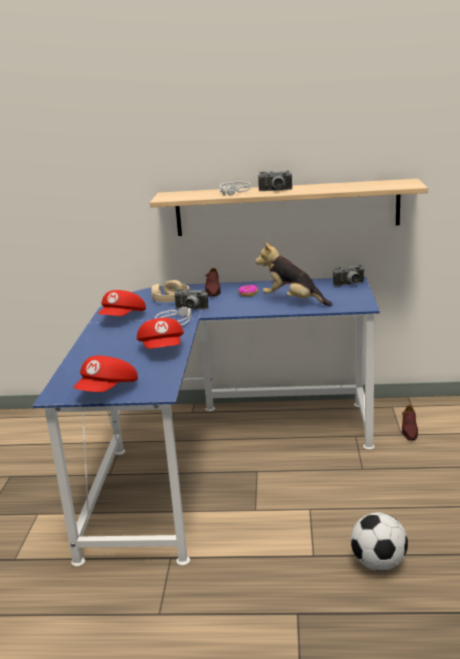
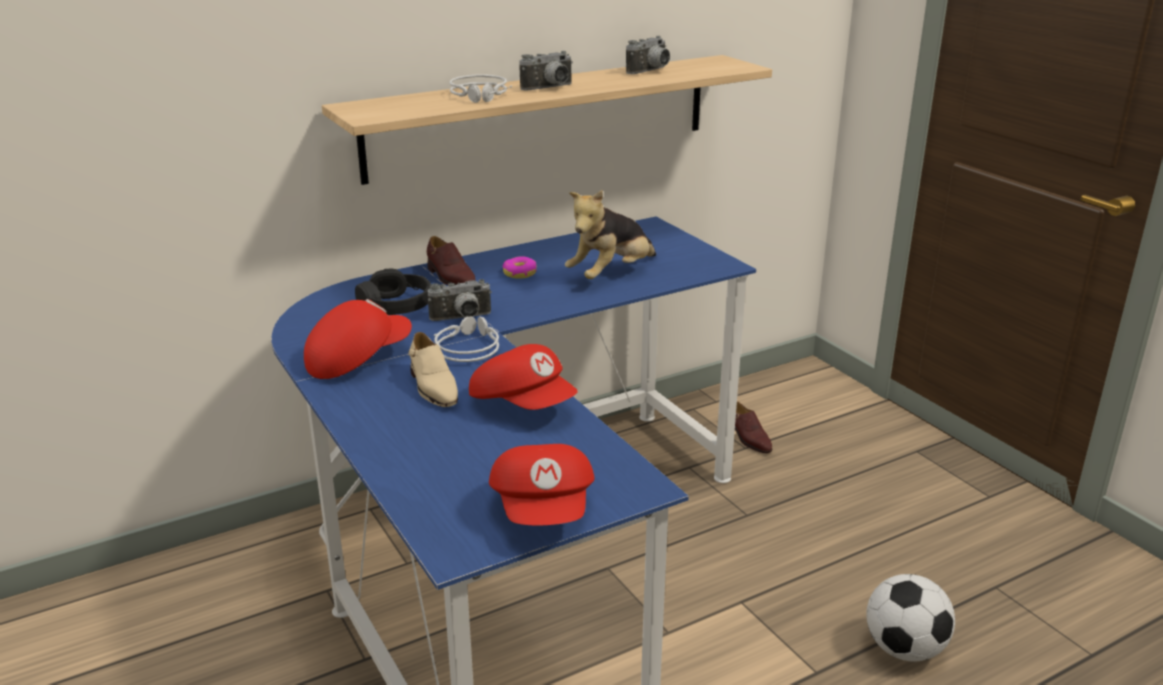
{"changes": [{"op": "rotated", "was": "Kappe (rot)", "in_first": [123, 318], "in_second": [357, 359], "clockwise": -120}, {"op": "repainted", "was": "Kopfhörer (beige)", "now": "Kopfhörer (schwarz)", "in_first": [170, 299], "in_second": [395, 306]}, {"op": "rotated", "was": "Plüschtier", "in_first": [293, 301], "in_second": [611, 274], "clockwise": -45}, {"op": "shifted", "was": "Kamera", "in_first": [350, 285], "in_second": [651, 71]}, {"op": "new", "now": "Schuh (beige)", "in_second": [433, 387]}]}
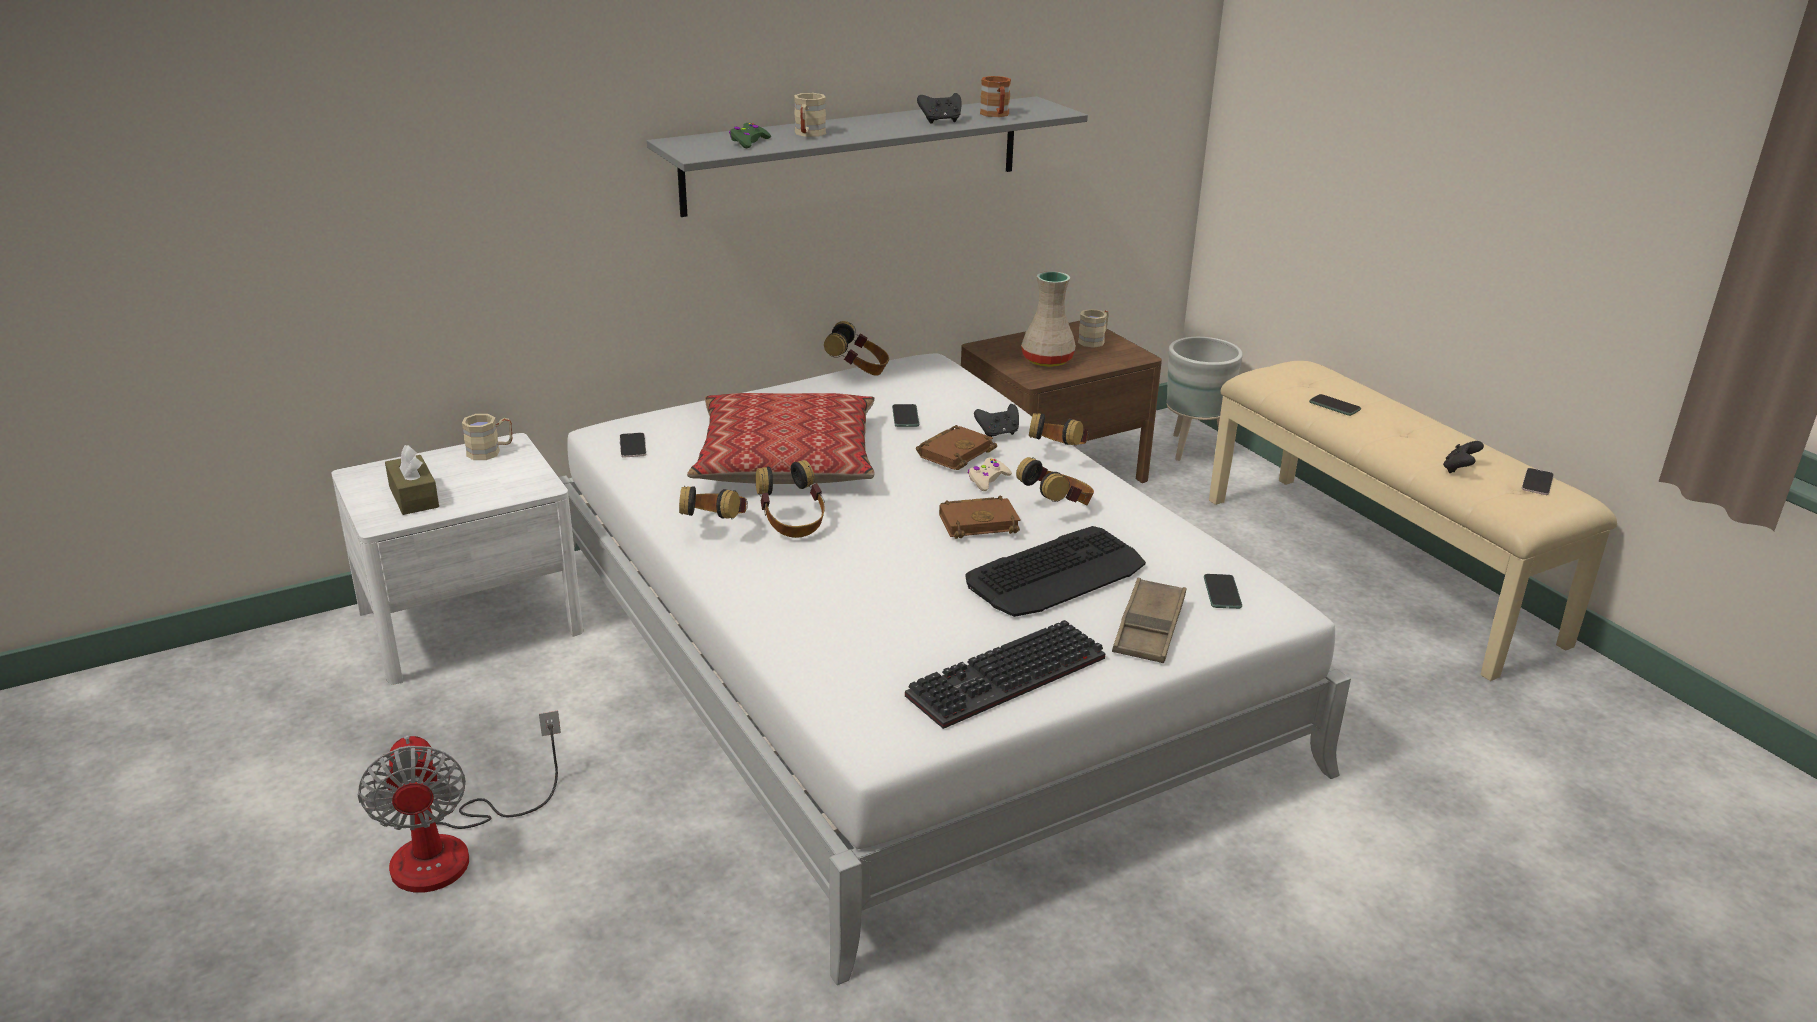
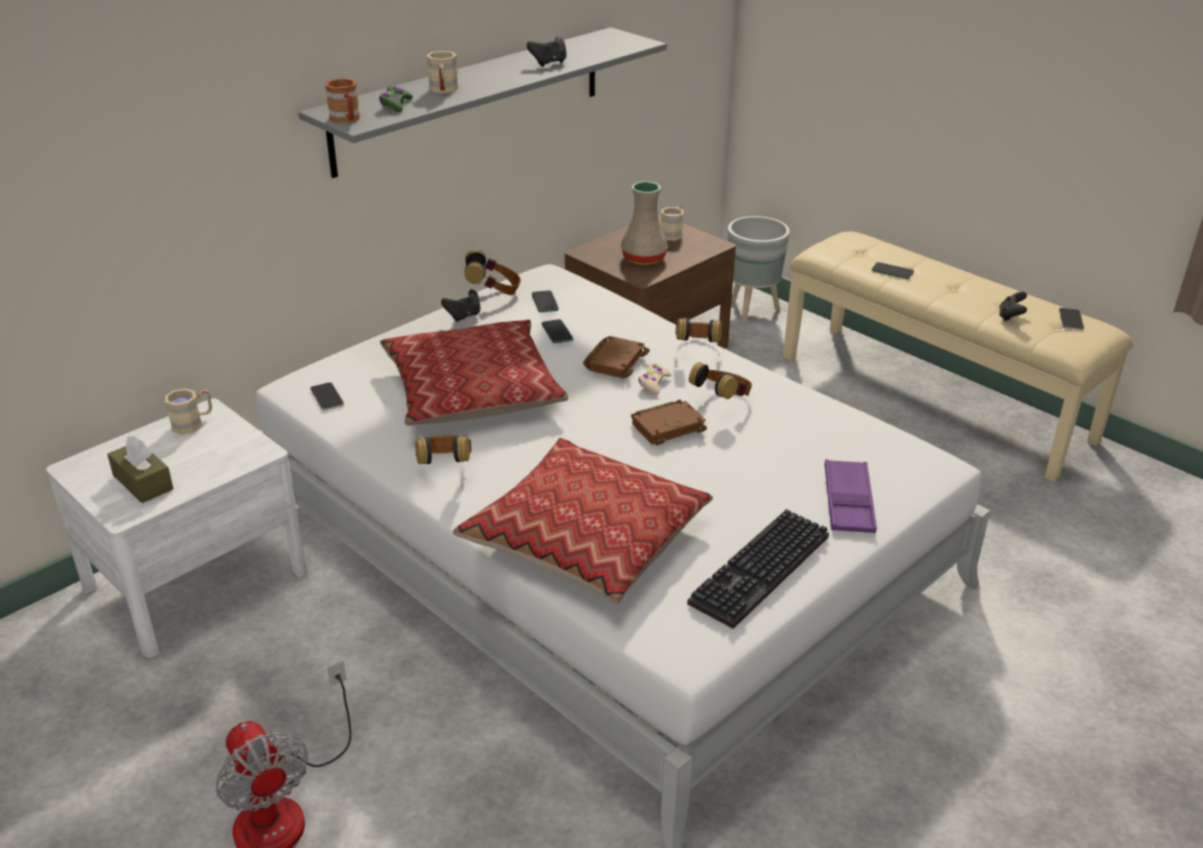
{"changes": [{"op": "gone", "was": "Kopfhörer", "in_first": [792, 524]}, {"op": "gone", "was": "Tastatur", "in_first": [1057, 574]}, {"op": "shifted", "was": "Gamepad (schwarz)", "in_first": [998, 433], "in_second": [463, 316]}, {"op": "shifted", "was": "Henkelbecher (braun)", "in_first": [996, 115], "in_second": [346, 120]}, {"op": "repainted", "was": "Tablett (braun)", "now": "Tablett (lila)", "in_first": [1149, 628], "in_second": [848, 502]}, {"op": "shifted", "was": "Handy", "in_first": [1222, 592], "in_second": [545, 302]}, {"op": "new", "now": "Kissen", "in_second": [585, 536]}]}
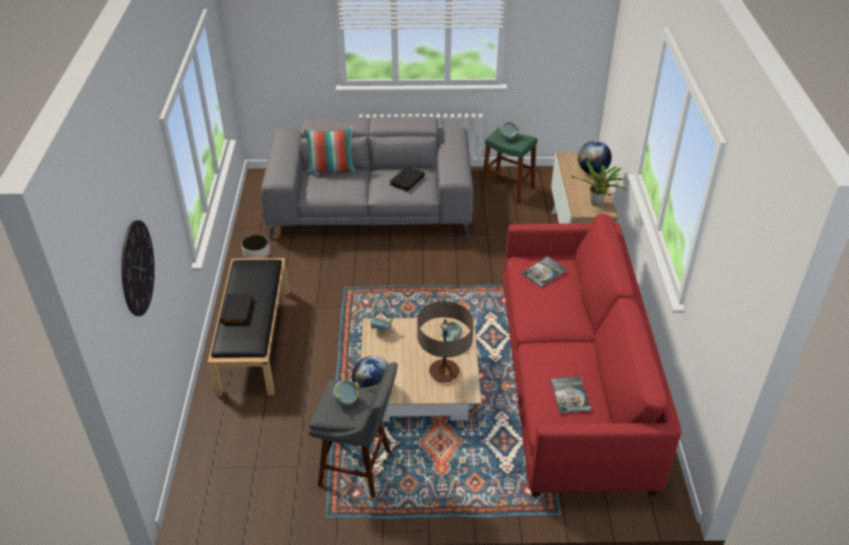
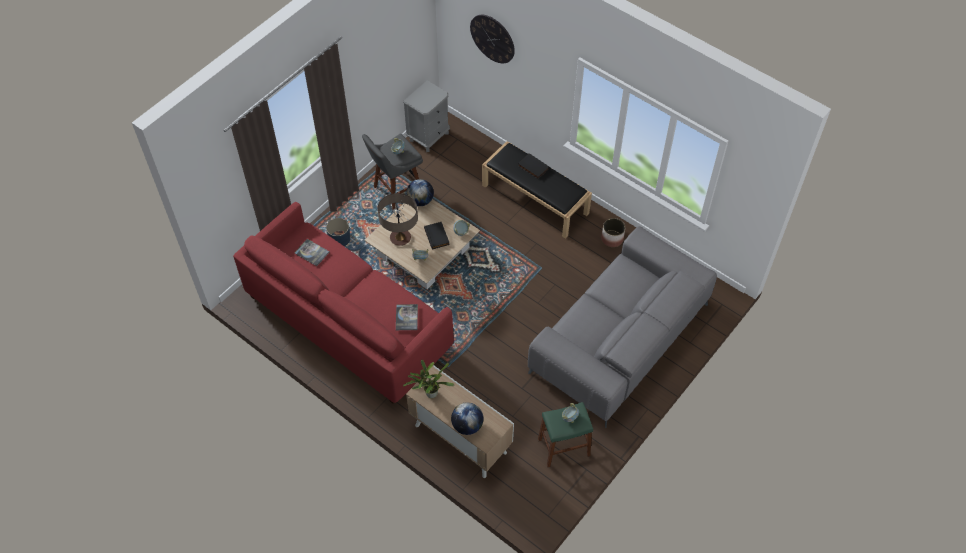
{"changes": [{"op": "gone", "was": "Kissen", "in_first": [331, 169]}, {"op": "shifted", "was": "Buch (schwarz)", "in_first": [406, 180], "in_second": [437, 236]}, {"op": "new", "now": "Pflanzkübel (blau)", "in_second": [339, 238]}, {"op": "new", "now": "Nachttisch (grau)", "in_second": [428, 136]}]}
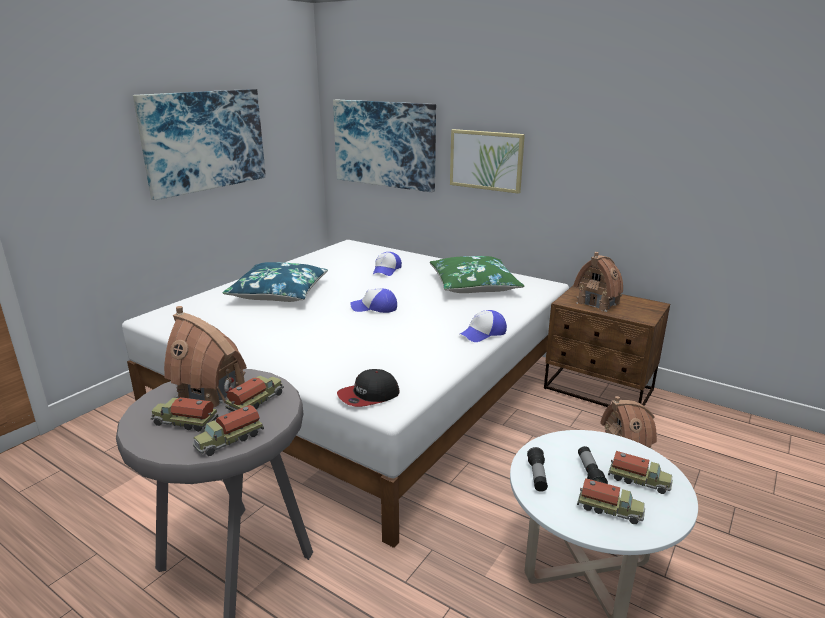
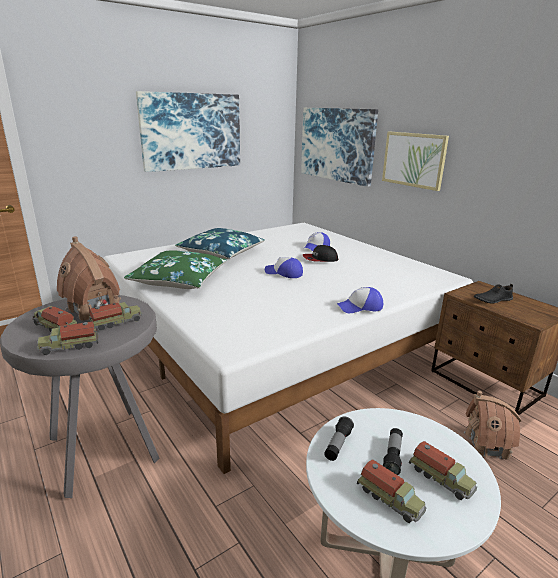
{"changes": [{"op": "shifted", "was": "Kappe", "in_first": [368, 396], "in_second": [320, 259]}, {"op": "shifted", "was": "Kissen (grün)", "in_first": [474, 285], "in_second": [179, 279]}, {"op": "swapped", "was": "Spielzeughaus", "now": "Schuh (schwarz)", "in_first": [598, 303], "in_second": [492, 300]}]}
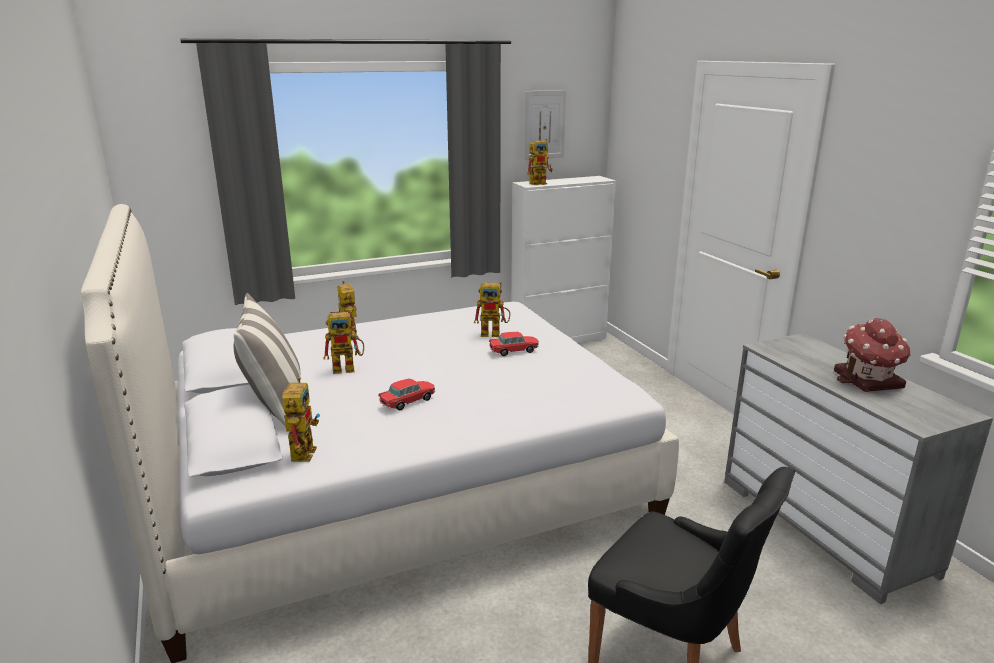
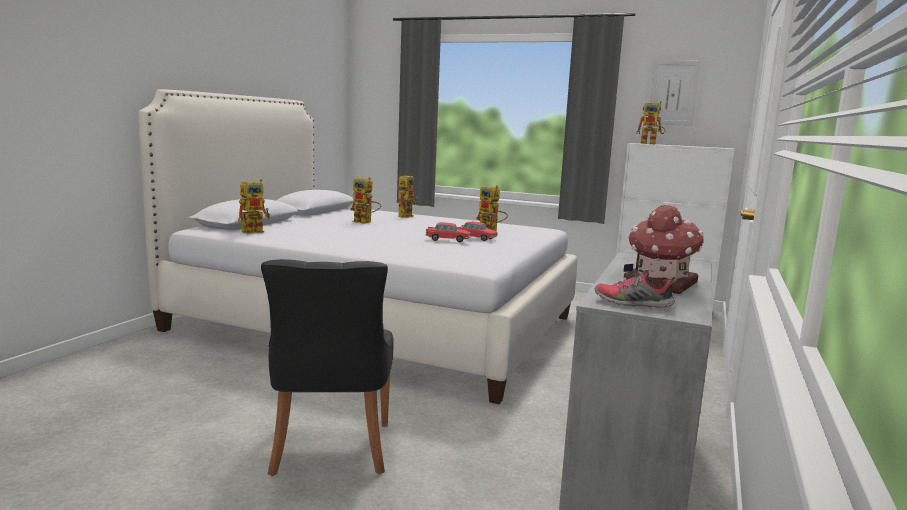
{"changes": [{"op": "gone", "was": "Kissen", "in_first": [275, 408]}, {"op": "shifted", "was": "Spielzeugauto", "in_first": [408, 401], "in_second": [447, 240]}, {"op": "new", "now": "Schuh", "in_second": [632, 303]}]}
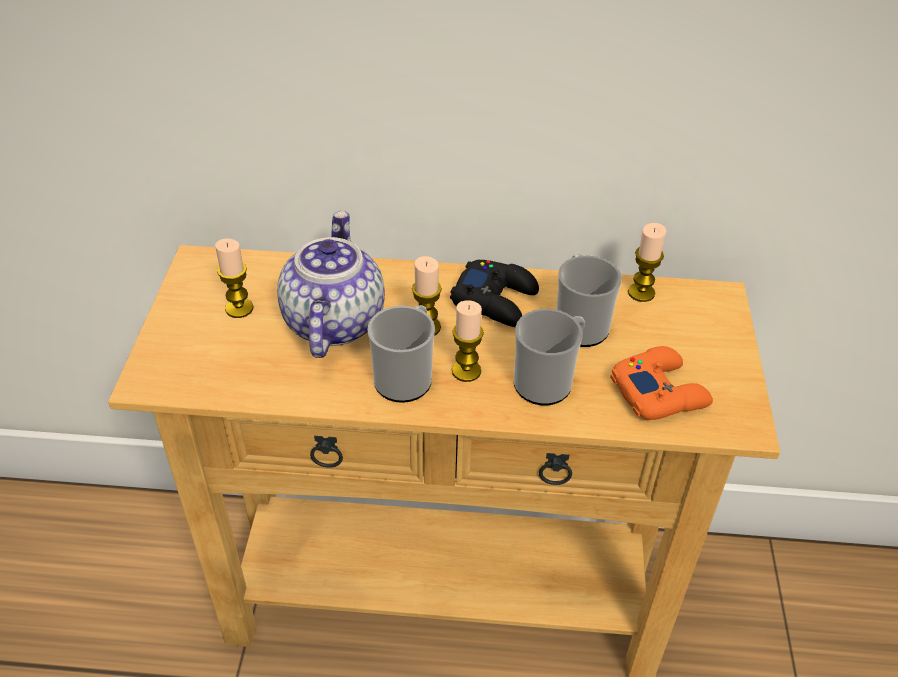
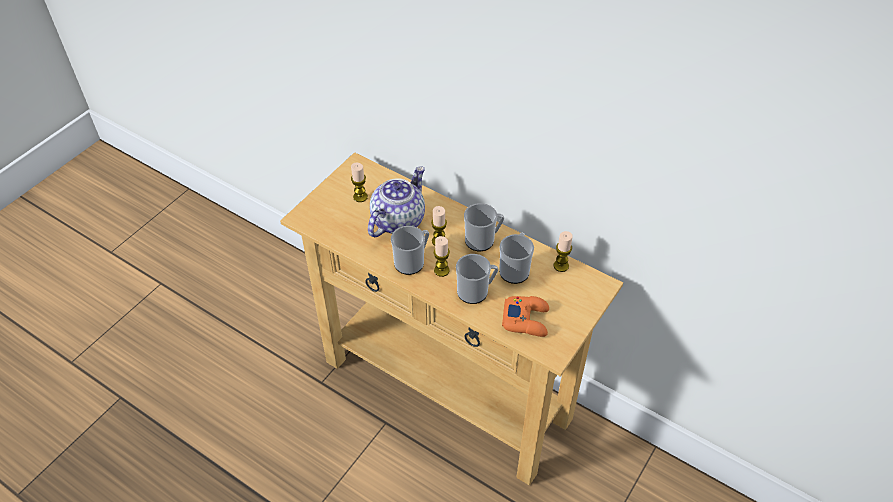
{"changes": [{"op": "swapped", "was": "Gamepad (schwarz)", "now": "Henkelbecher", "in_first": [495, 300], "in_second": [483, 240]}]}
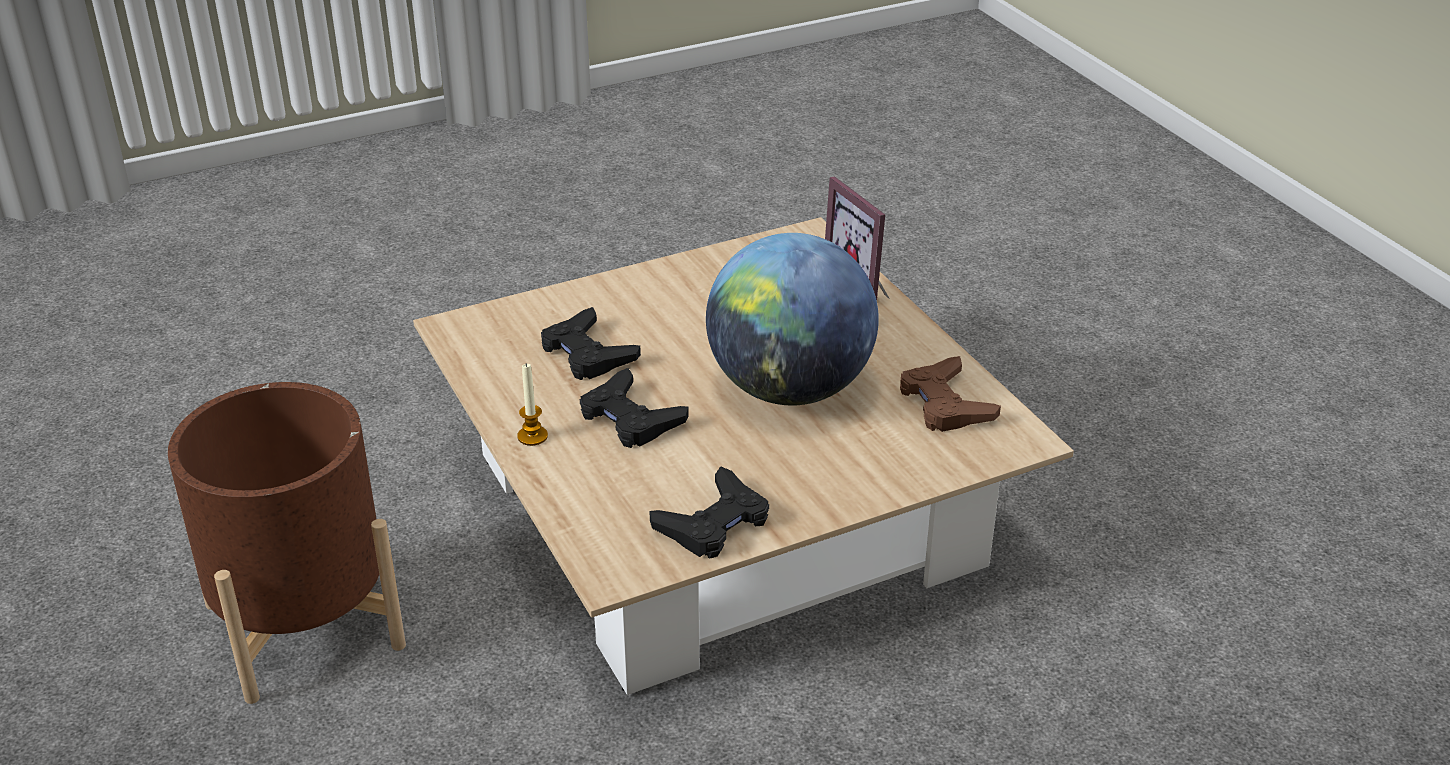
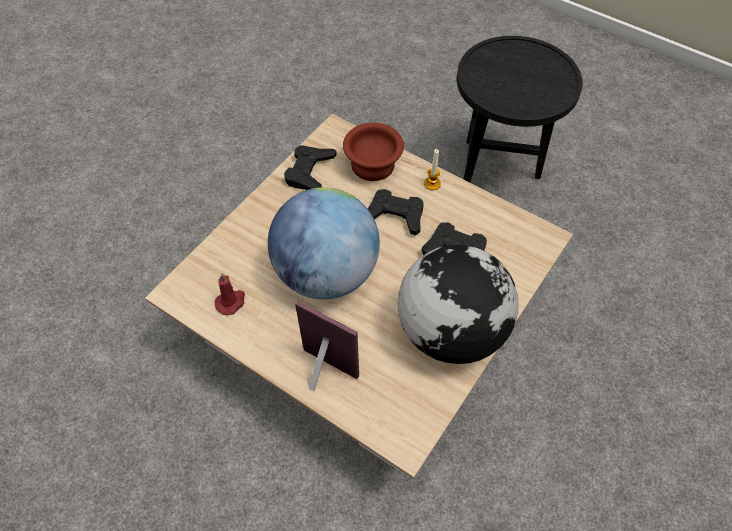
{"changes": [{"op": "swapped", "was": "Pflanzkübel (braun)", "now": "Beistelltisch (schwarz)", "in_first": [304, 625], "in_second": [497, 171]}, {"op": "swapped", "was": "Gamepad (braun)", "now": "Kerze (rot)", "in_first": [945, 404], "in_second": [231, 302]}, {"op": "new", "now": "Schüssel (braun)", "in_second": [373, 164]}, {"op": "new", "now": "Globus", "in_second": [451, 331]}]}
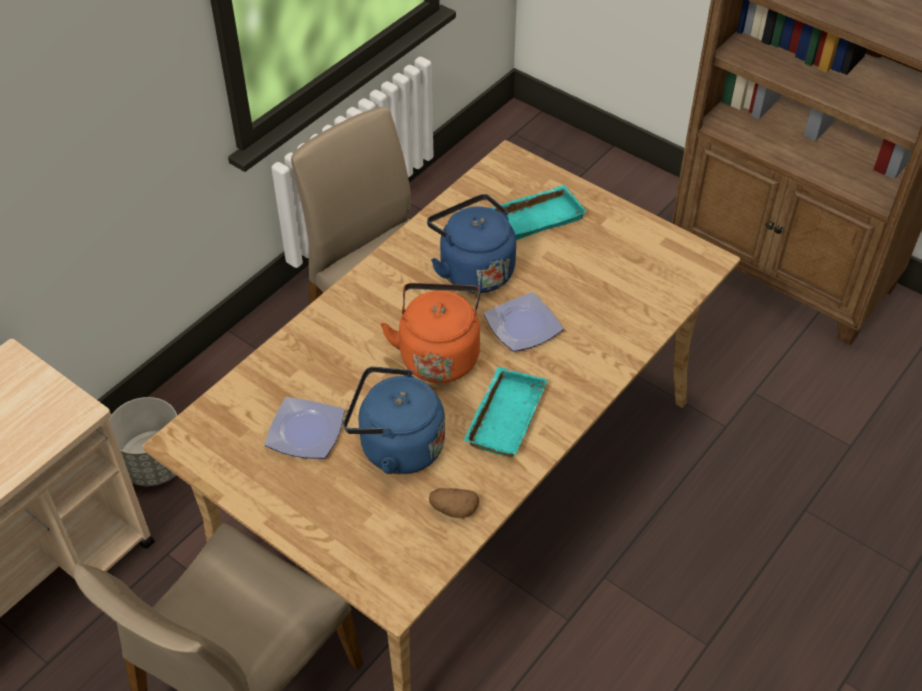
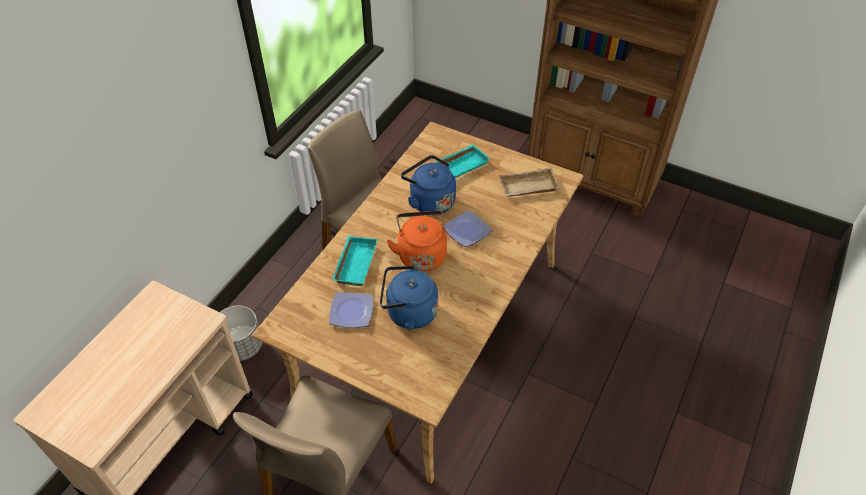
{"changes": [{"op": "gone", "was": "Kartoffel", "in_first": [453, 509]}, {"op": "shifted", "was": "Tablett (türkis)", "in_first": [503, 415], "in_second": [354, 263]}, {"op": "new", "now": "Tablett (beige)", "in_second": [528, 188]}]}
